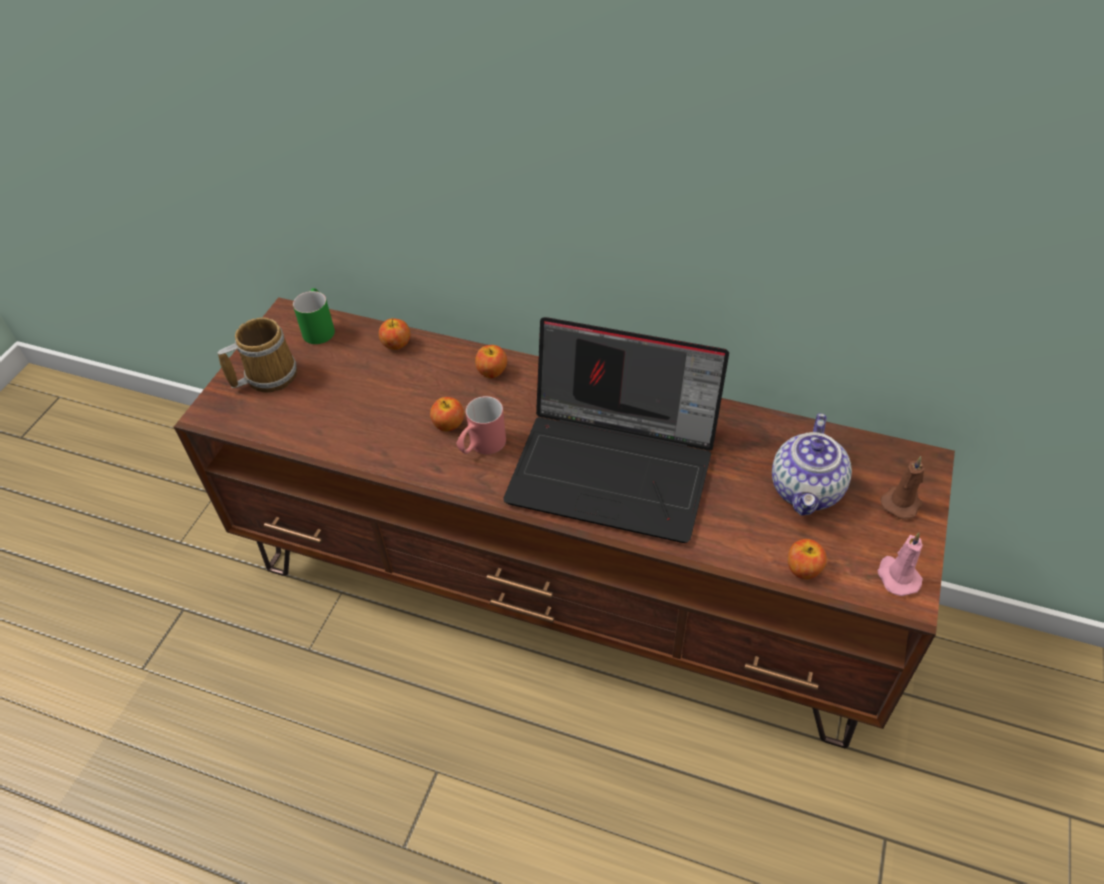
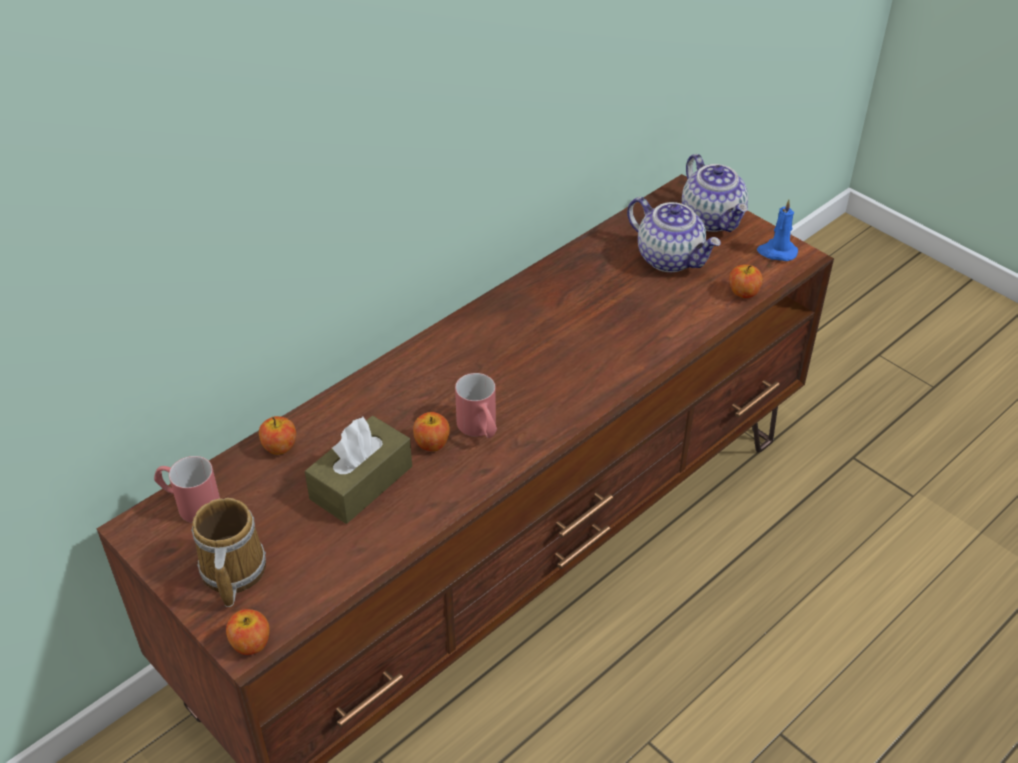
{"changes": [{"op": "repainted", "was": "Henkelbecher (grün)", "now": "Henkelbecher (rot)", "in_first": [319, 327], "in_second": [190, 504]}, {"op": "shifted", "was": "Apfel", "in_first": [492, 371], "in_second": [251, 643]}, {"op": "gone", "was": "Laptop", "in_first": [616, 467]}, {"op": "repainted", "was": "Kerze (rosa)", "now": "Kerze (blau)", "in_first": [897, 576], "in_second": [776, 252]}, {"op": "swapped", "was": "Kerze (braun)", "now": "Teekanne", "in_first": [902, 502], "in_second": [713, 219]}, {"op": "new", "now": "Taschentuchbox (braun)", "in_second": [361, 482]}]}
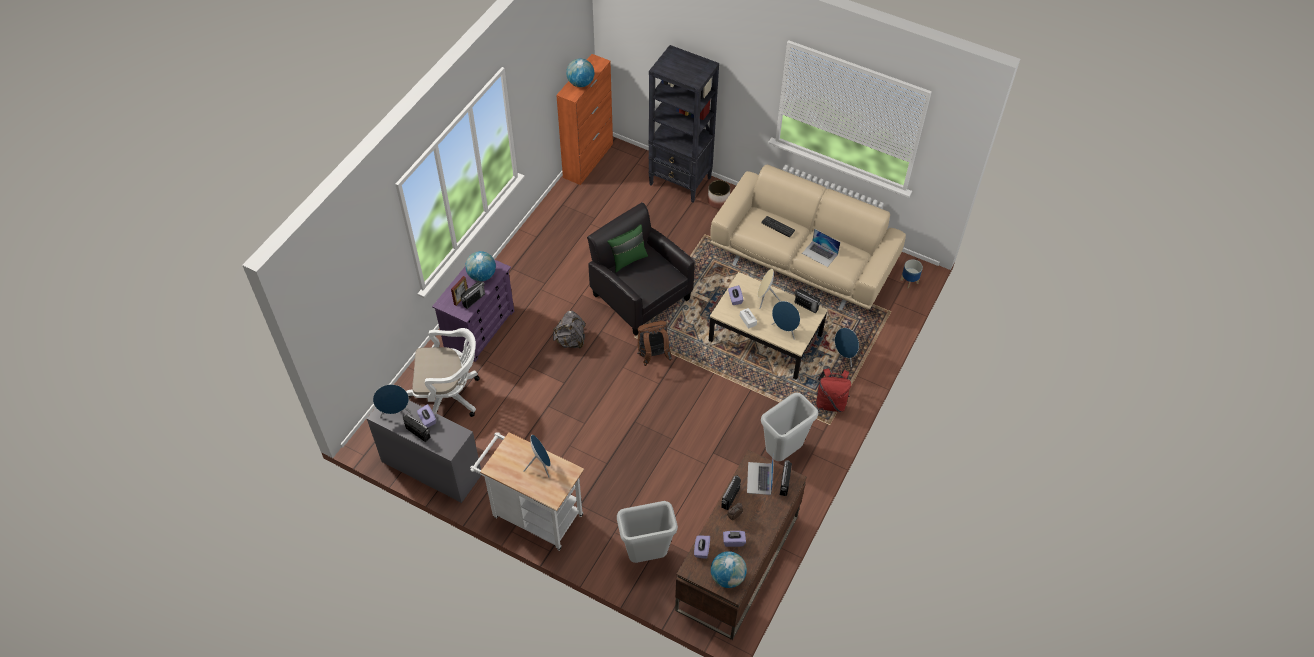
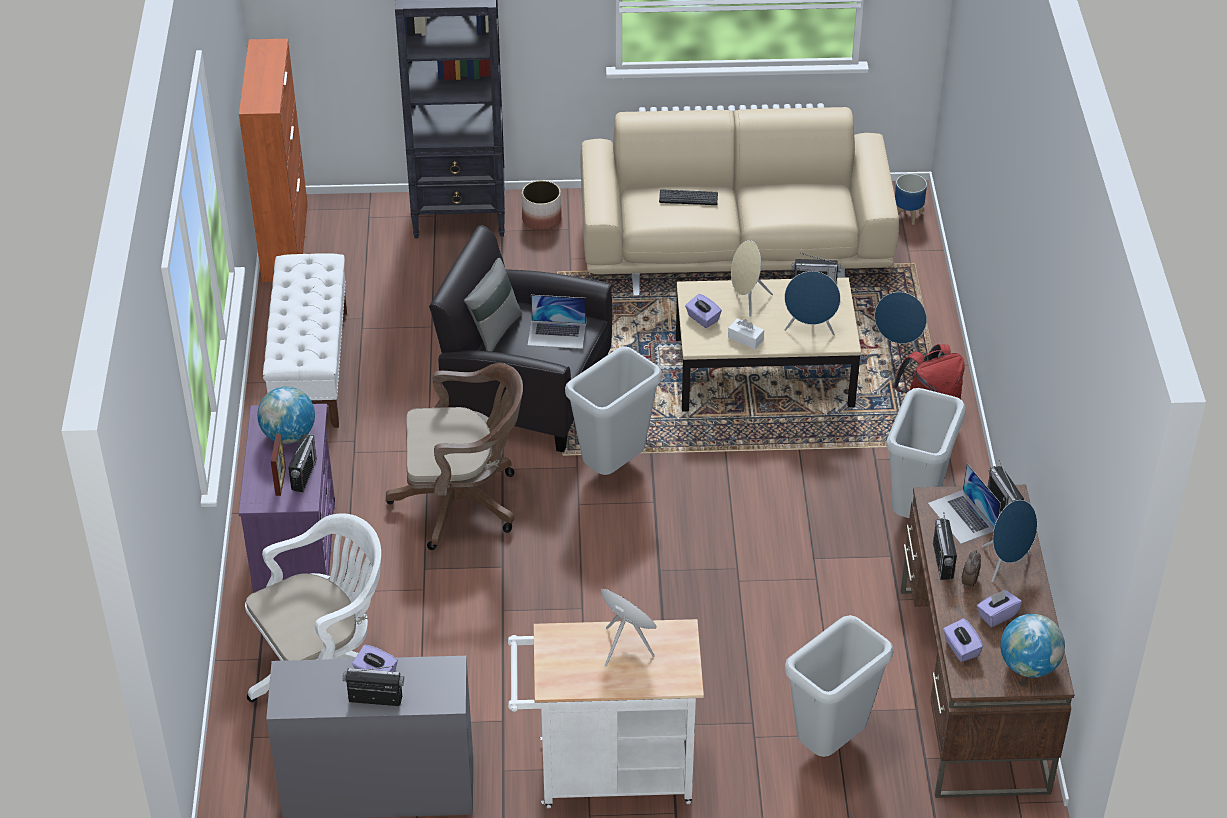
{"changes": [{"op": "shifted", "was": "Lautsprecher (blau)", "in_first": [395, 412], "in_second": [1006, 564]}, {"op": "swapped", "was": "Rucksack (grau)", "now": "Bürostuhl (braun)", "in_first": [570, 340], "in_second": [463, 502]}, {"op": "gone", "was": "Globus", "in_first": [580, 83]}, {"op": "repainted", "was": "Kissen (grün)", "now": "Kissen (grau)", "in_first": [628, 259], "in_second": [494, 331]}, {"op": "swapped", "was": "Rucksack (braun)", "now": "Mülleimer (grau)", "in_first": [653, 356], "in_second": [614, 468]}, {"op": "shifted", "was": "Laptop", "in_first": [820, 254], "in_second": [557, 334]}, {"op": "new", "now": "Bank (weiß)", "in_second": [311, 368]}]}
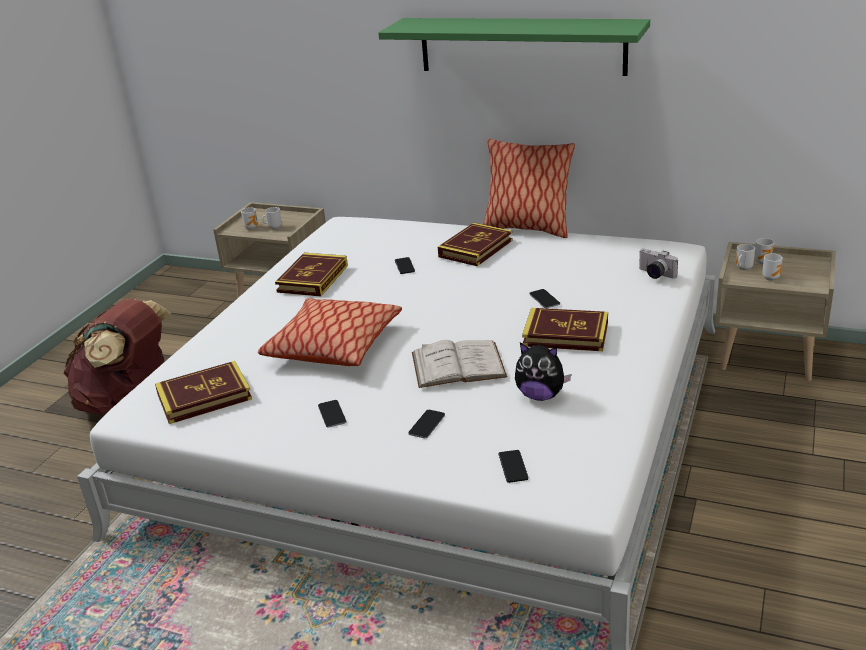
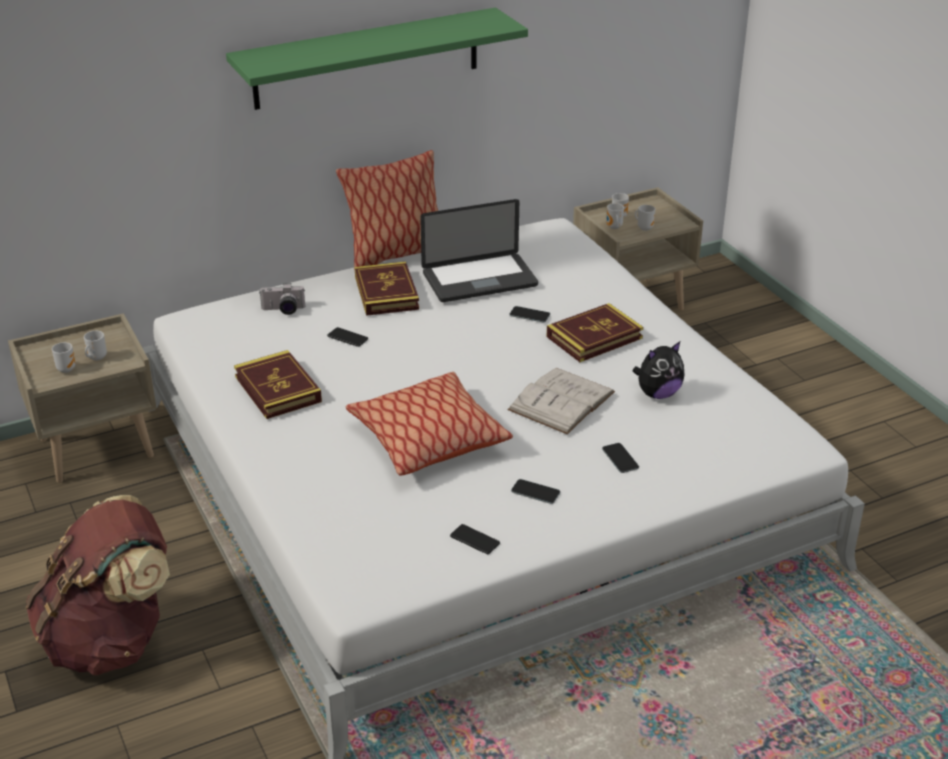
{"changes": [{"op": "gone", "was": "Buch", "in_first": [204, 397]}, {"op": "shifted", "was": "Handy", "in_first": [513, 467], "in_second": [474, 540]}, {"op": "shifted", "was": "Kamera", "in_first": [654, 274], "in_second": [283, 310]}, {"op": "new", "now": "Laptop", "in_second": [479, 280]}]}
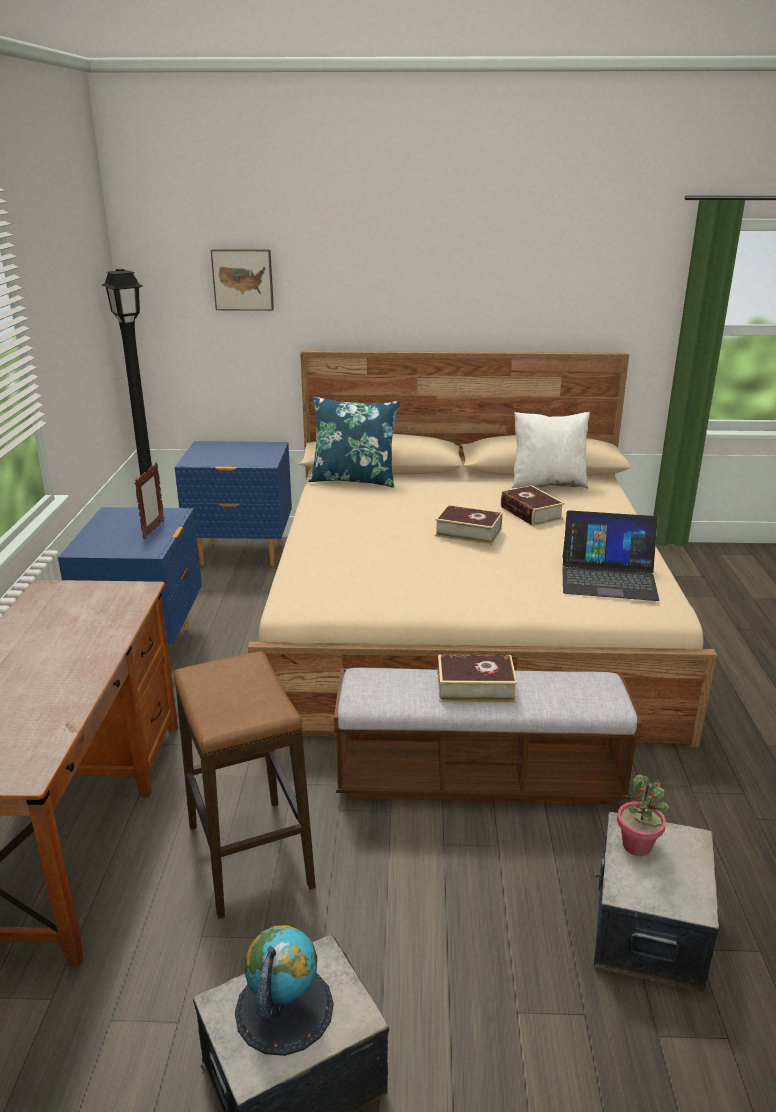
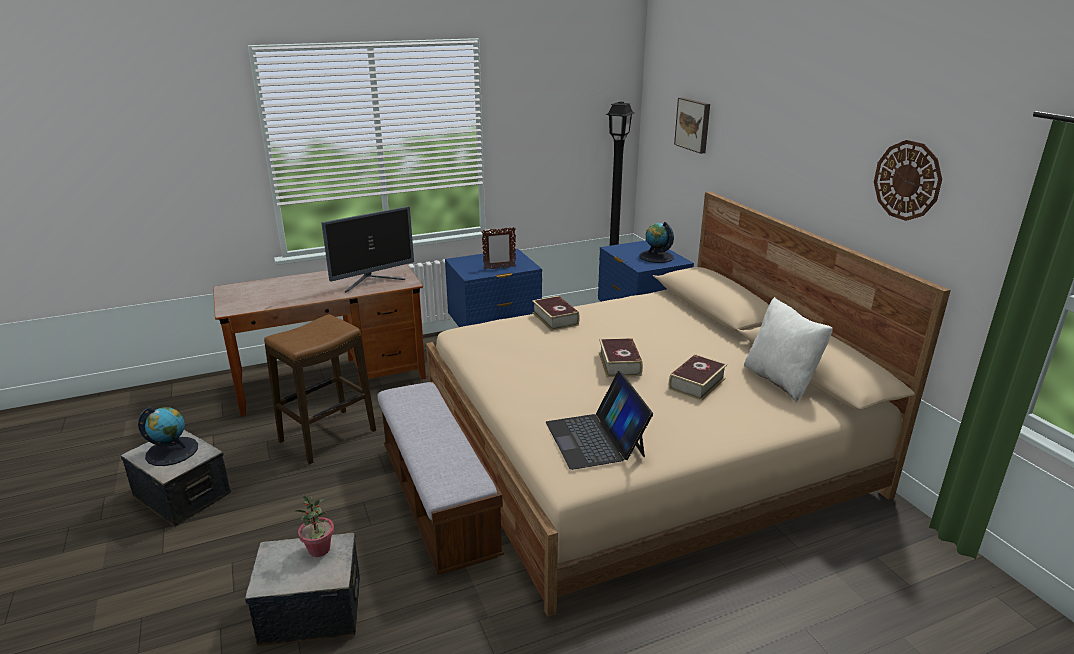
{"changes": [{"op": "gone", "was": "Kissen (blau)", "in_first": [354, 479]}, {"op": "shifted", "was": "Buch", "in_first": [475, 687], "in_second": [555, 319]}, {"op": "new", "now": "Monitor", "in_second": [372, 282]}, {"op": "new", "now": "Globus", "in_second": [656, 257]}, {"op": "new", "now": "Wanduhr", "in_second": [907, 180]}]}
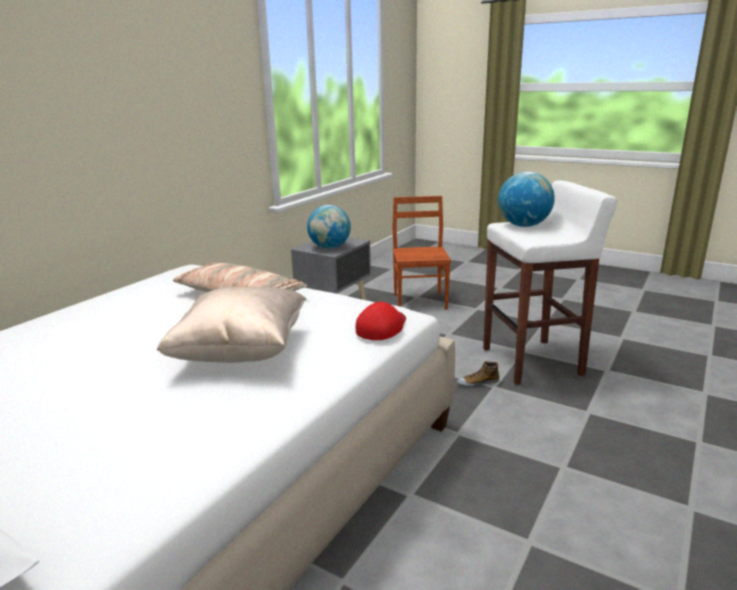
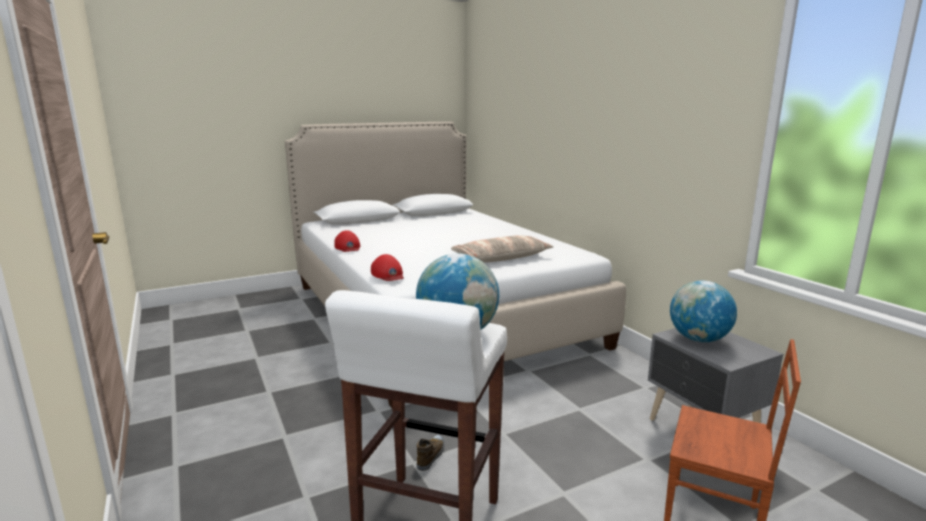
{"changes": [{"op": "gone", "was": "Kissen (beige)", "in_first": [241, 353]}, {"op": "new", "now": "Kappe (rot)", "in_second": [348, 247]}]}
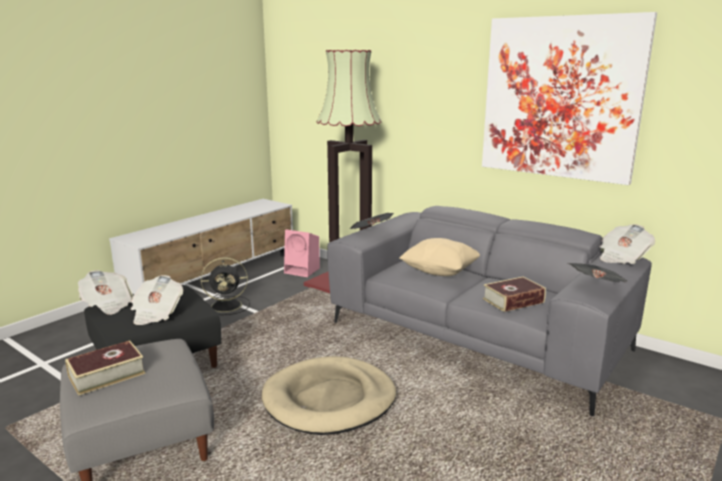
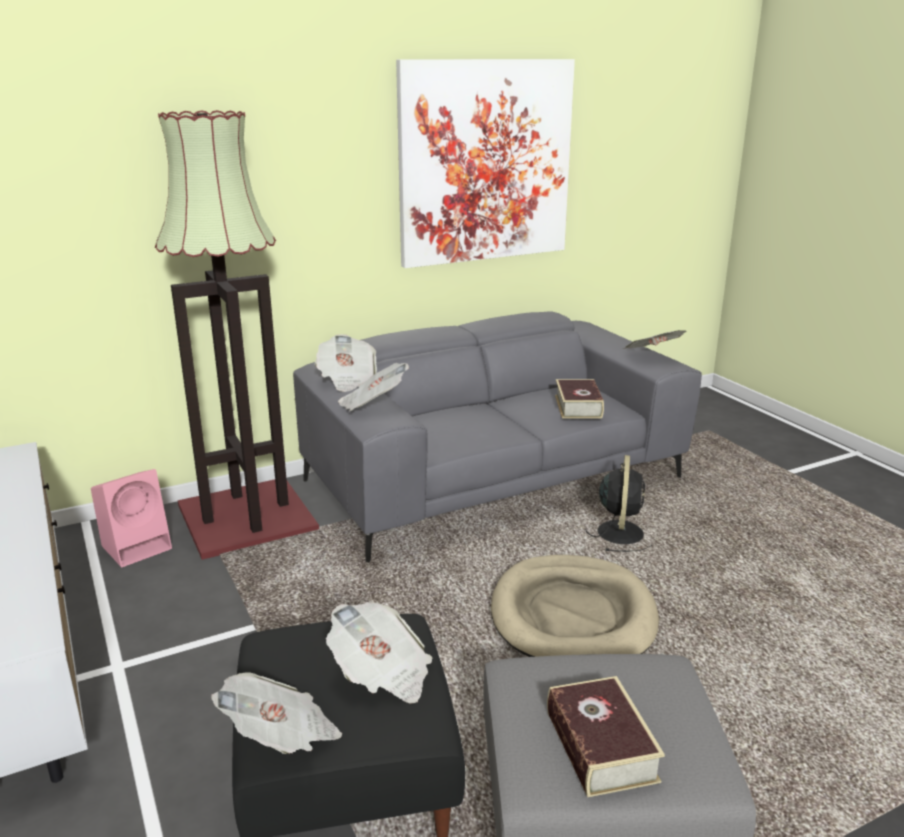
{"changes": [{"op": "shifted", "was": "Ventilator (schwarz)", "in_first": [228, 305], "in_second": [620, 532]}, {"op": "gone", "was": "Kissen (beige)", "in_first": [440, 272]}, {"op": "shifted", "was": "Zeitung", "in_first": [622, 257], "in_second": [347, 380]}]}
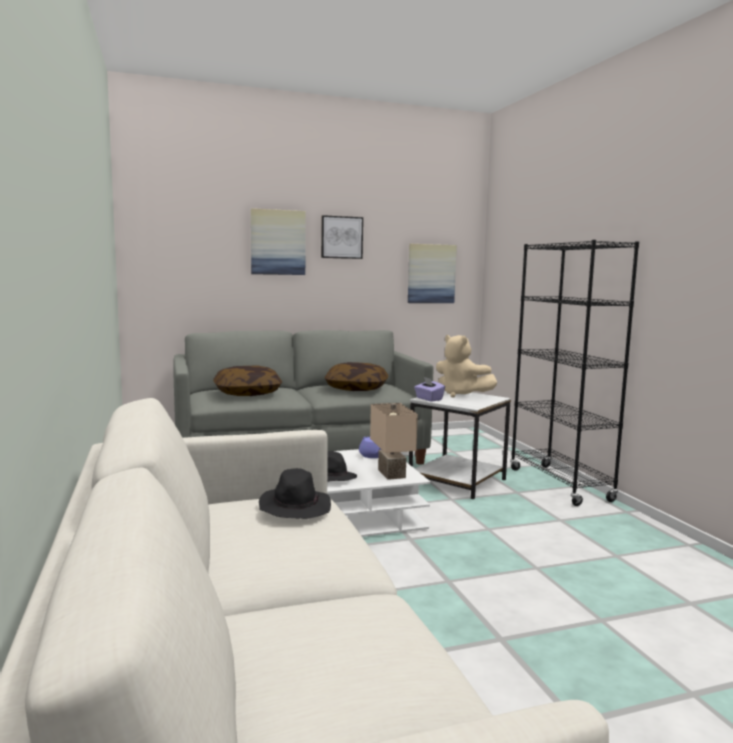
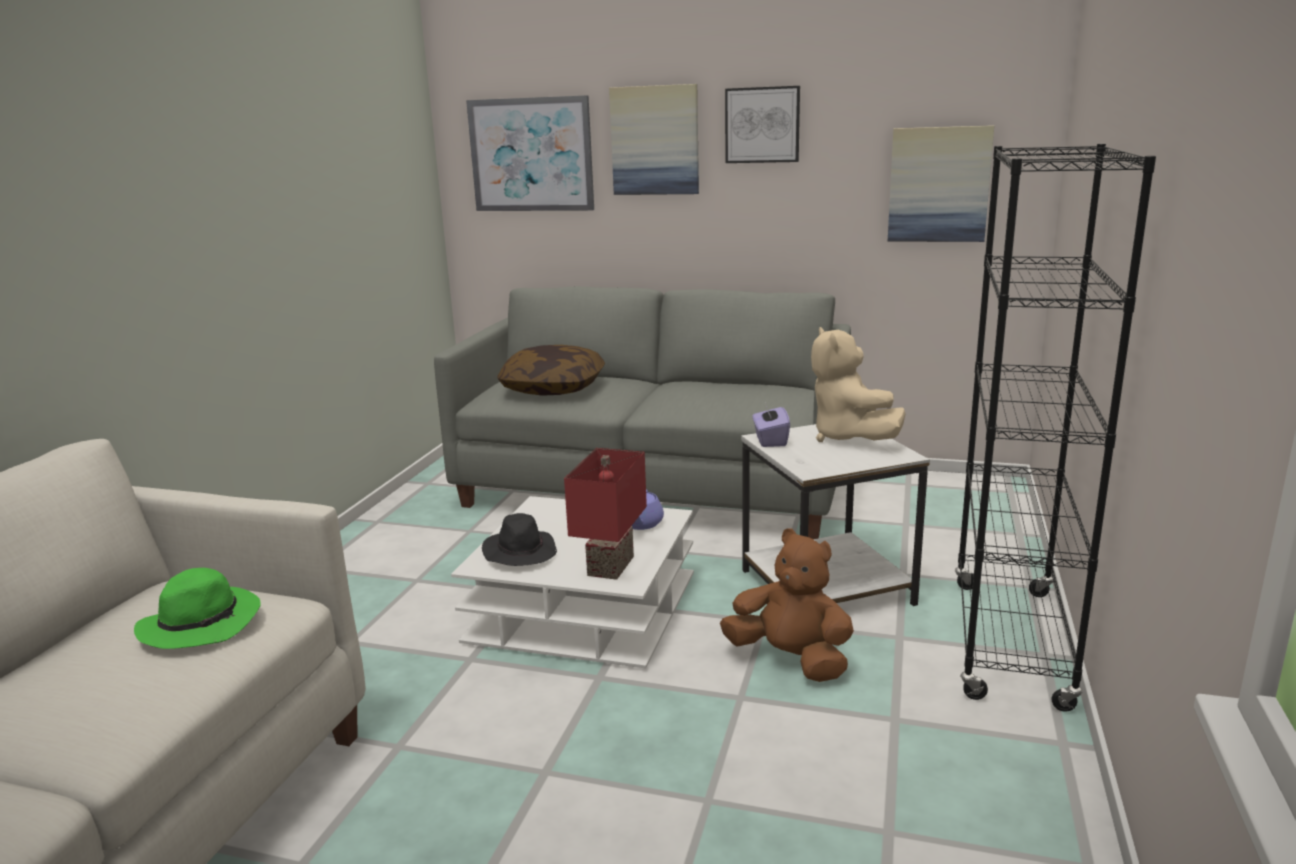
{"changes": [{"op": "repainted", "was": "Hut (schwarz)", "now": "Hut (grün)", "in_first": [294, 508], "in_second": [202, 623]}, {"op": "gone", "was": "Kissen", "in_first": [356, 388]}, {"op": "repainted", "was": "Tischlampe (beige)", "now": "Tischlampe (rot)", "in_first": [393, 474], "in_second": [613, 566]}, {"op": "new", "now": "Bild", "in_second": [531, 155]}, {"op": "new", "now": "Plüschtier (braun)", "in_second": [790, 659]}]}
